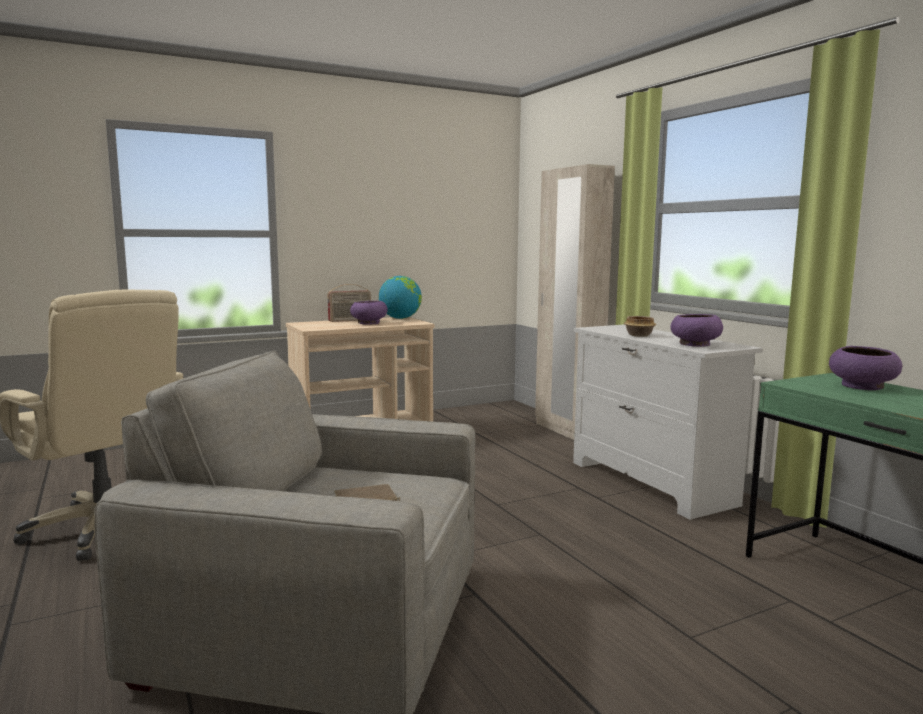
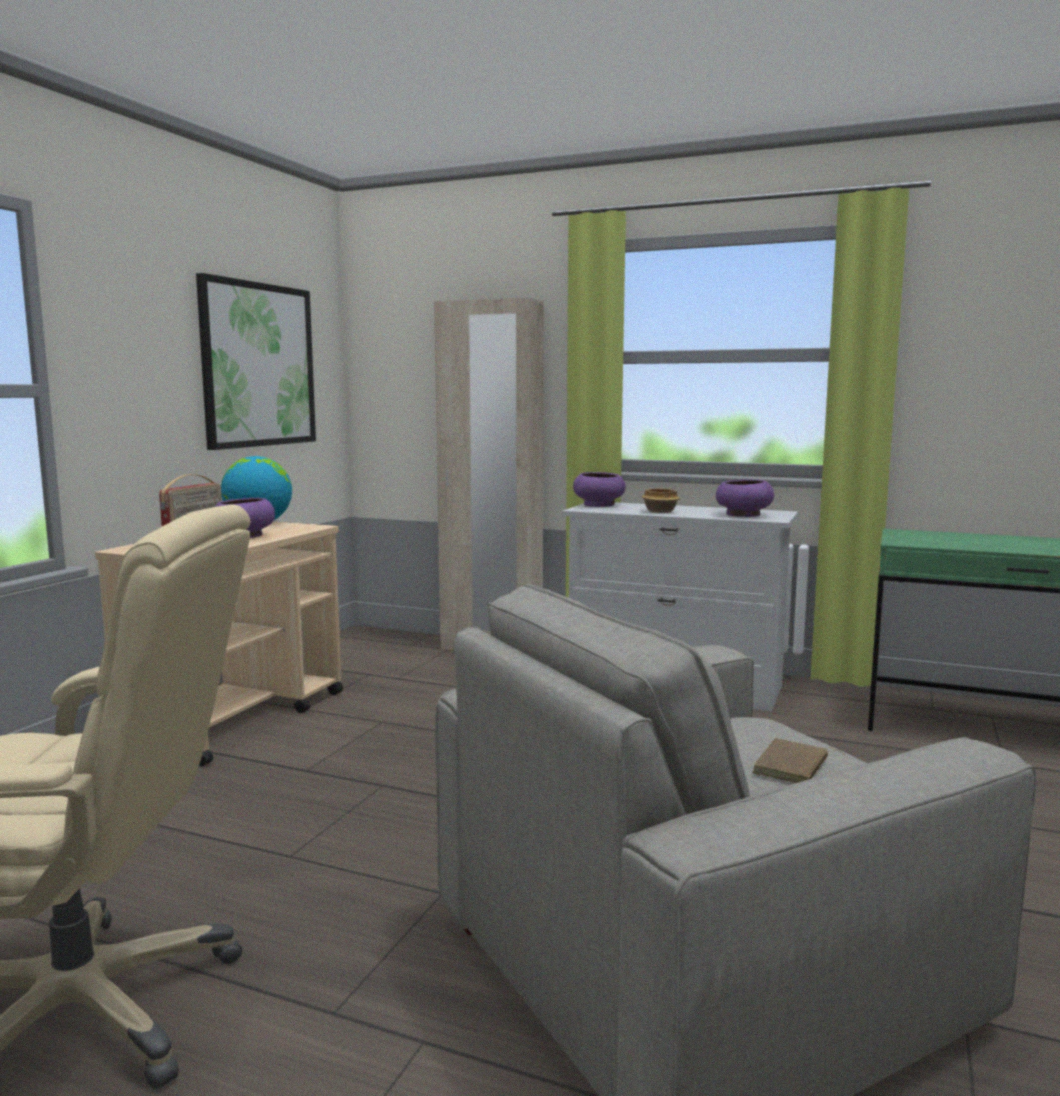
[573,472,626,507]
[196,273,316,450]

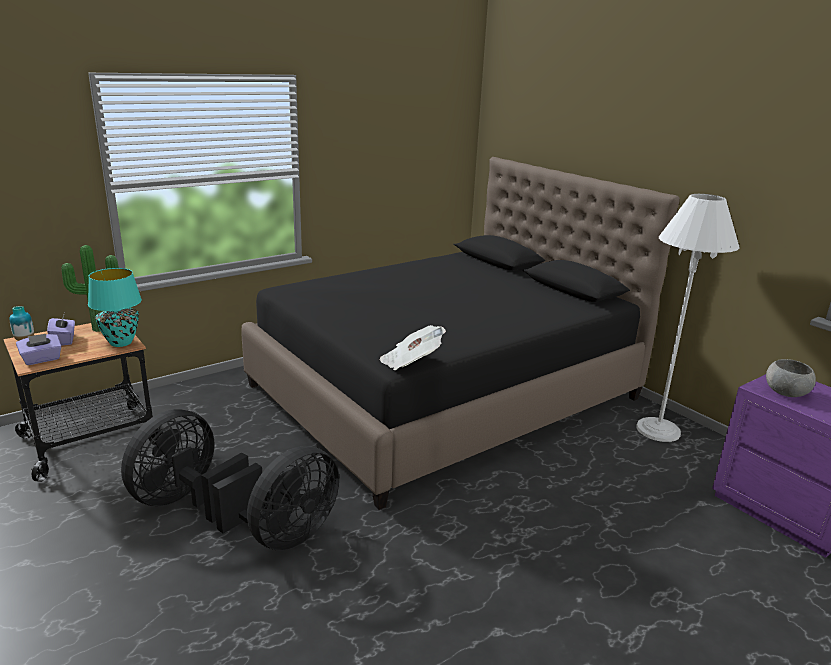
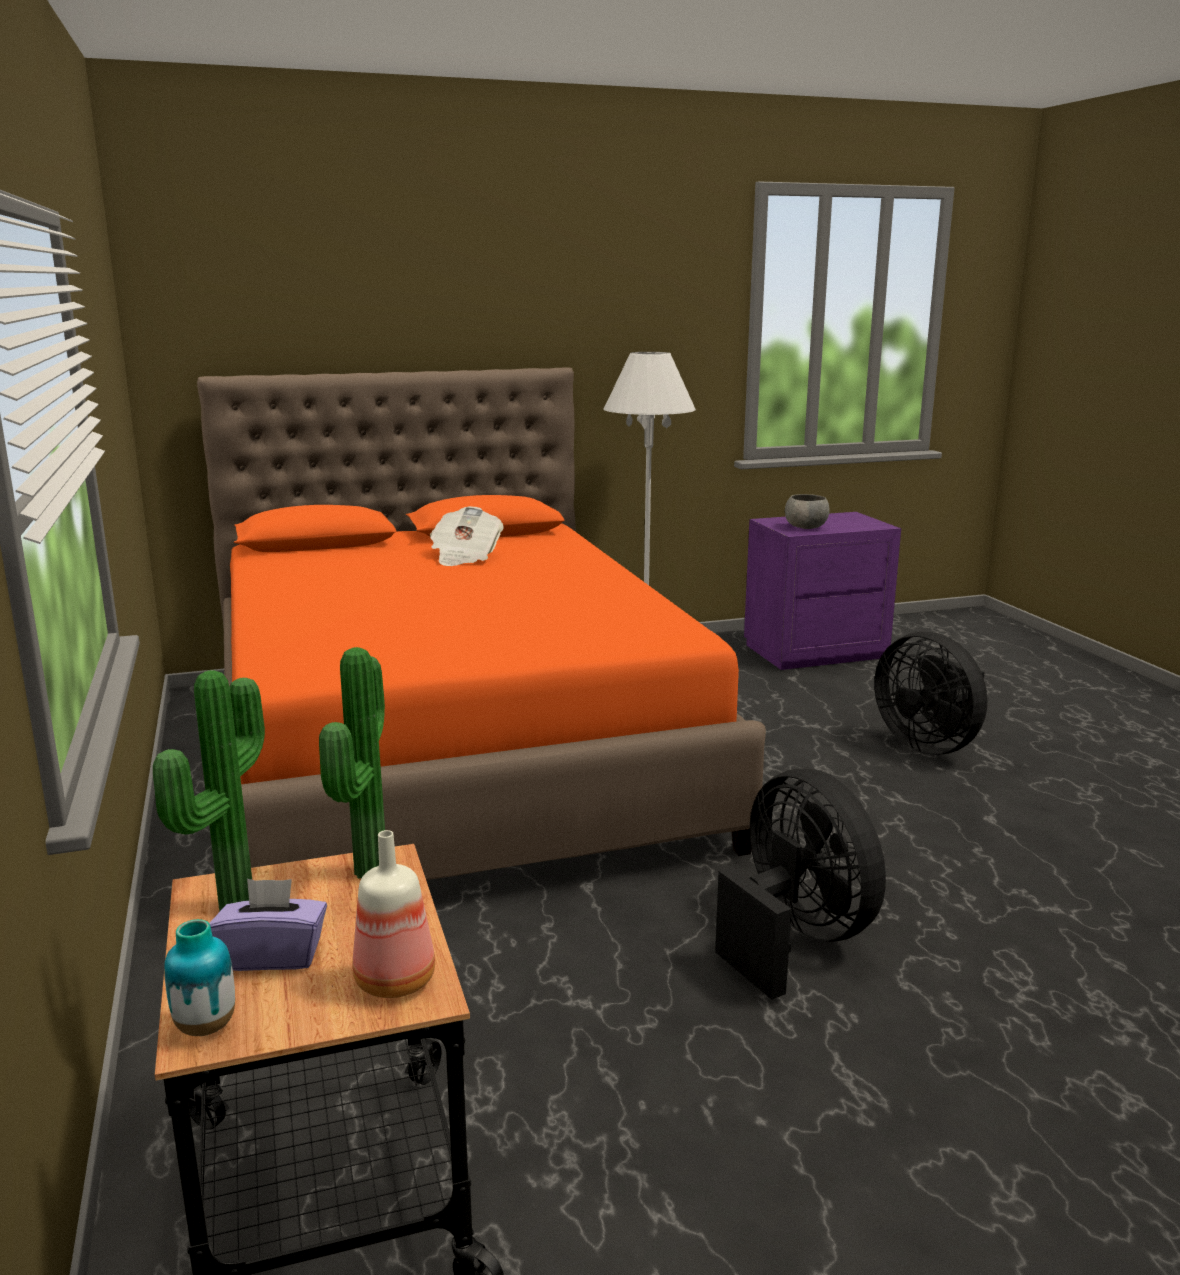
[197,367,766,880]
[319,647,385,879]
[430,506,504,566]
[353,830,435,998]
[874,632,987,755]

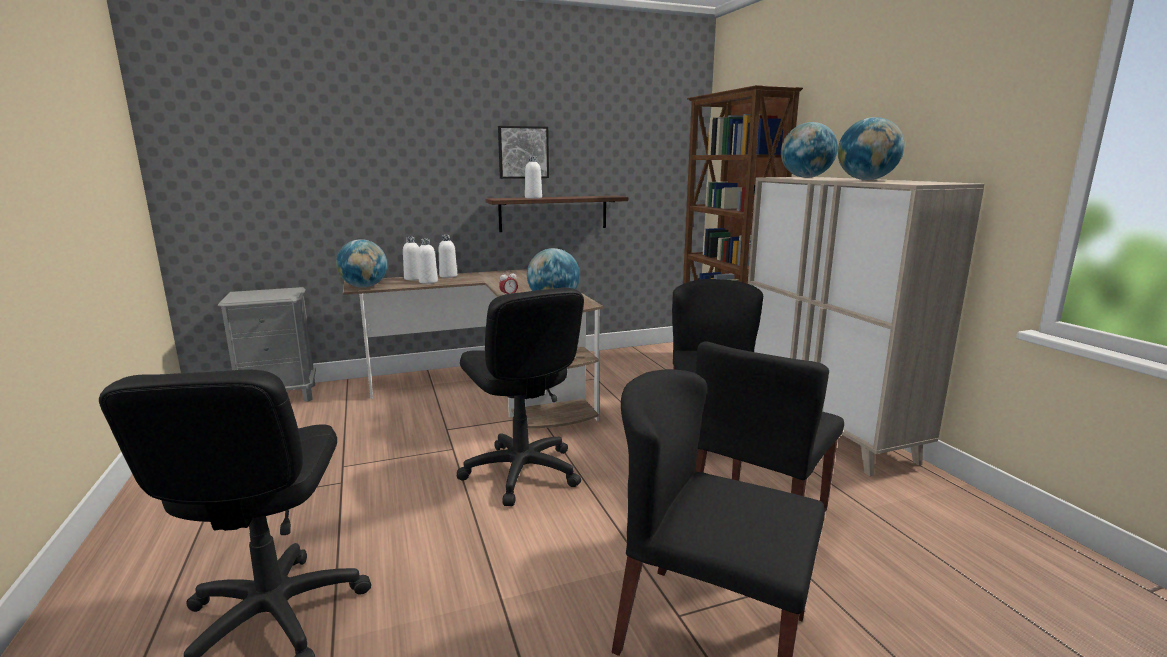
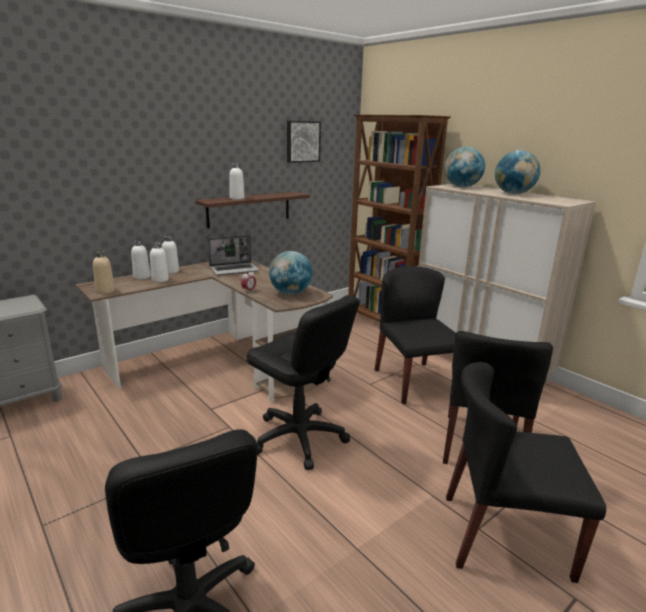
[287,121,321,163]
[93,251,115,294]
[208,235,260,275]

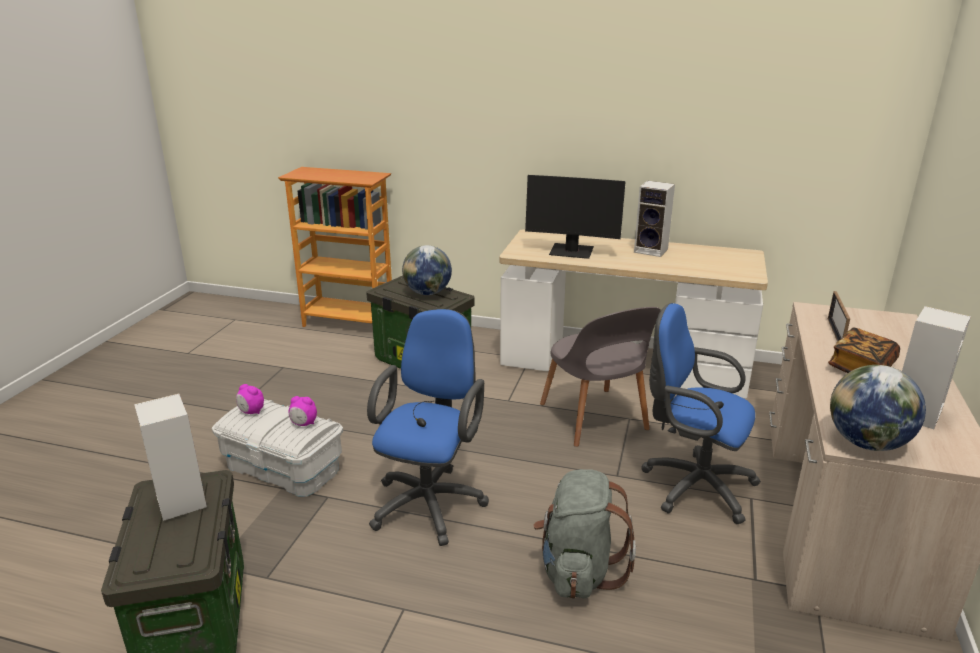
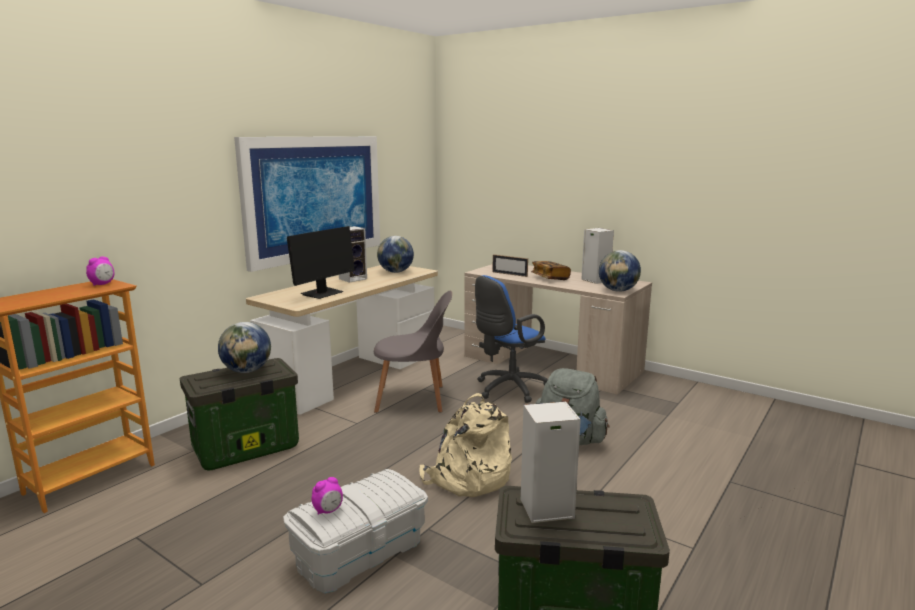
[419,393,512,497]
[86,257,114,286]
[234,136,380,272]
[377,236,414,273]

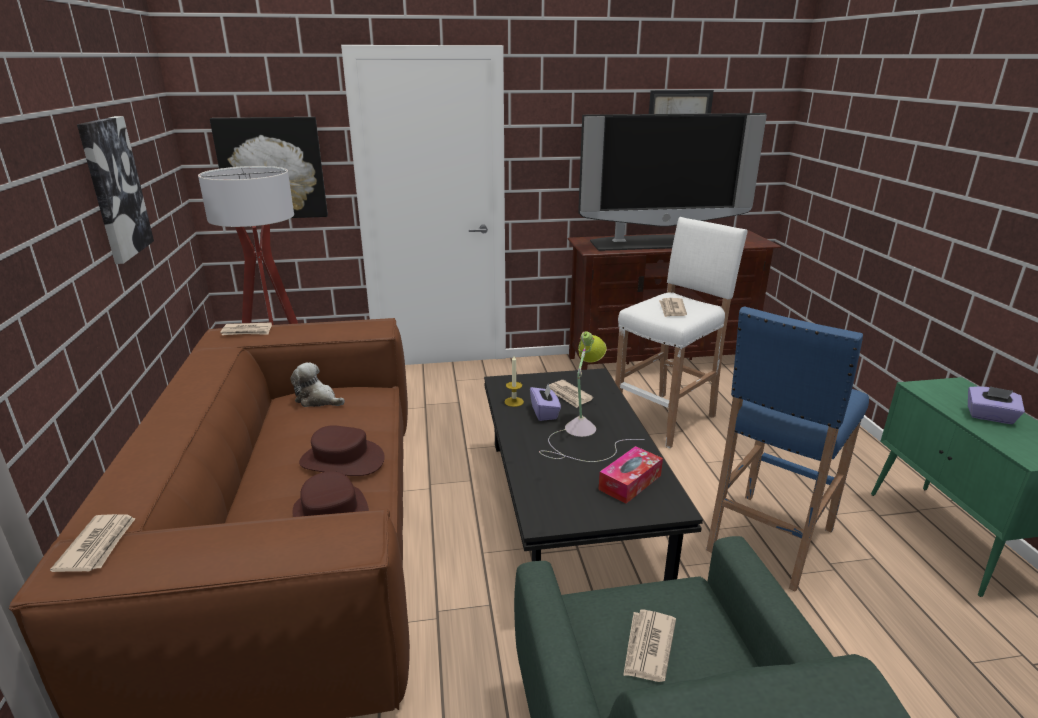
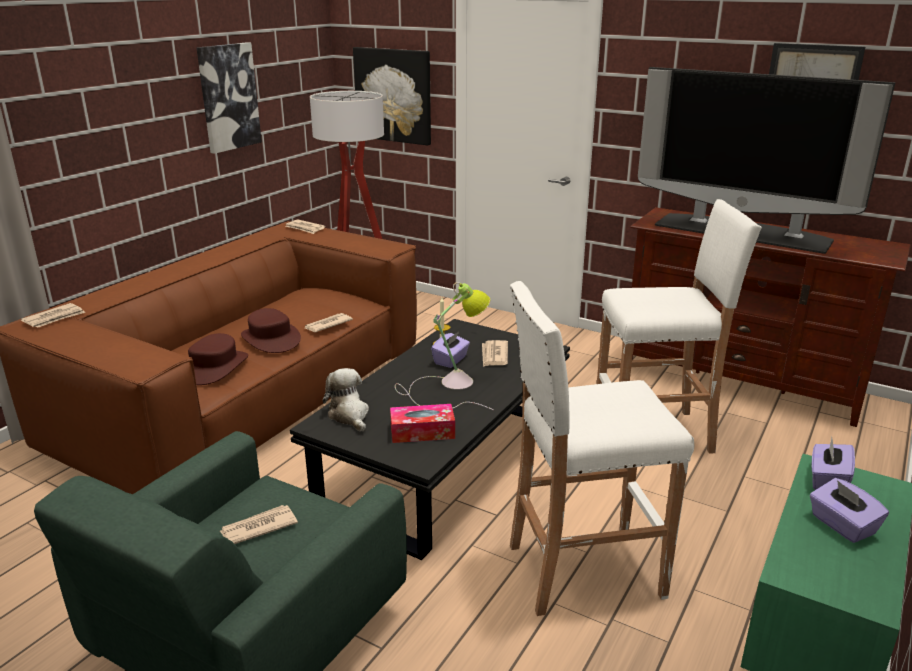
[305,313,353,332]
[510,281,694,616]
[323,368,369,432]
[812,437,855,490]

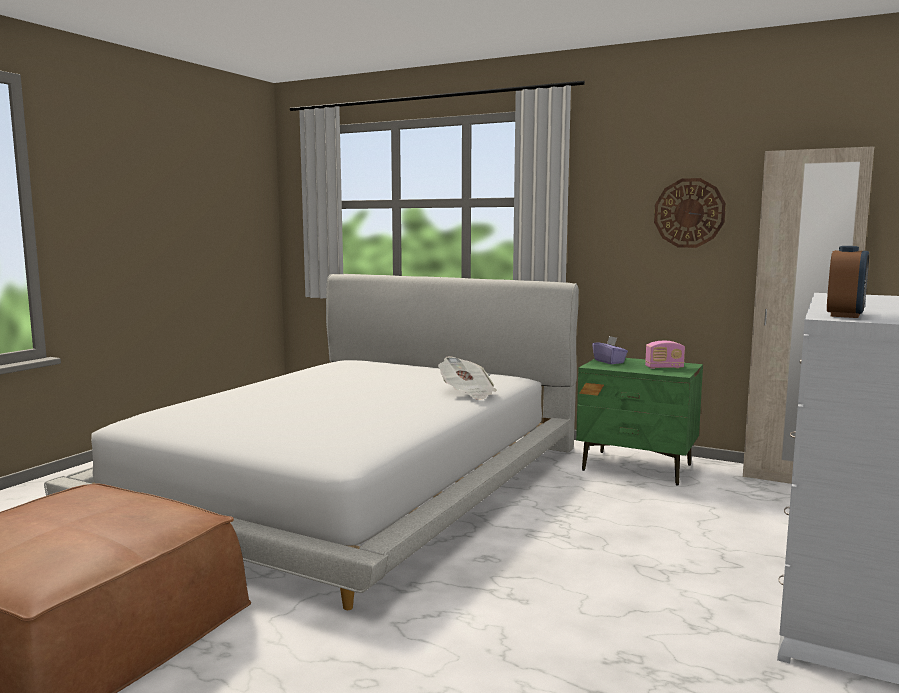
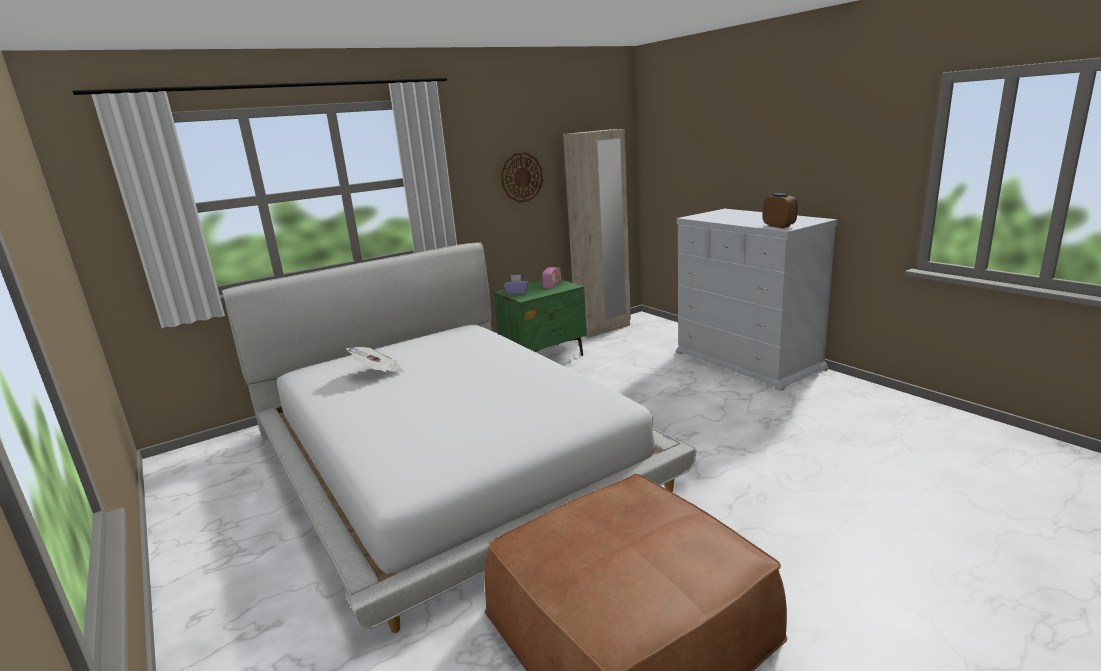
[346,347,404,373]

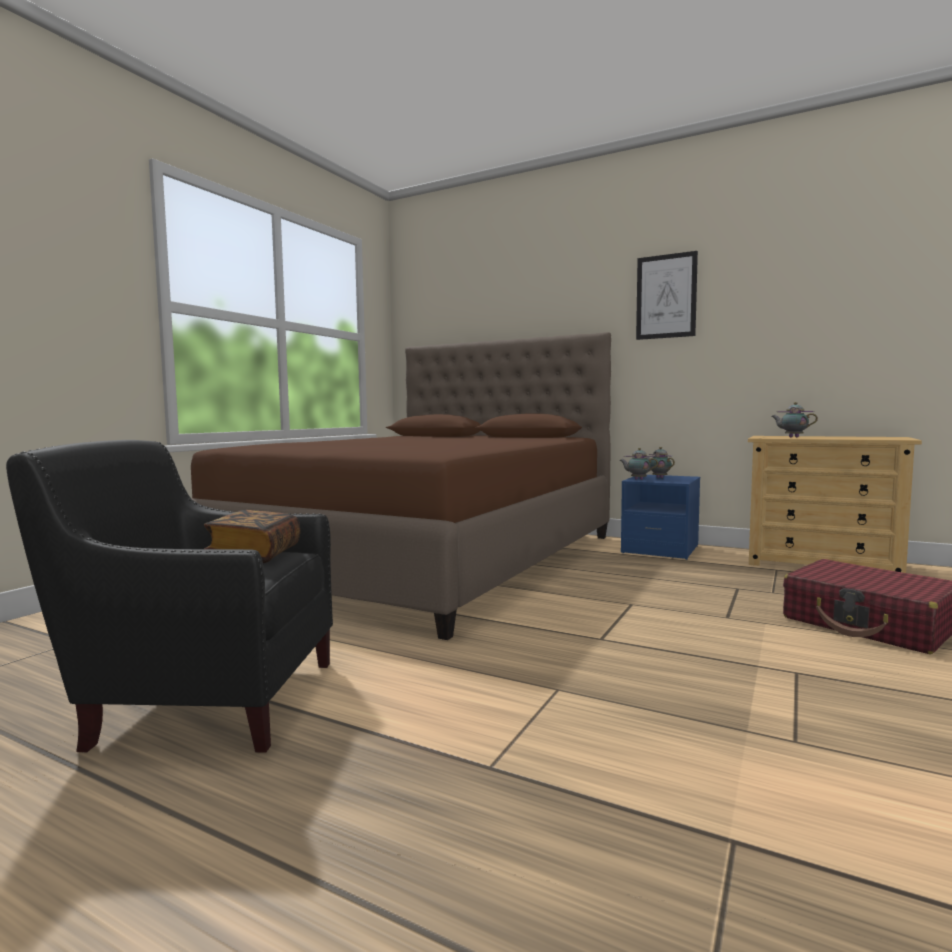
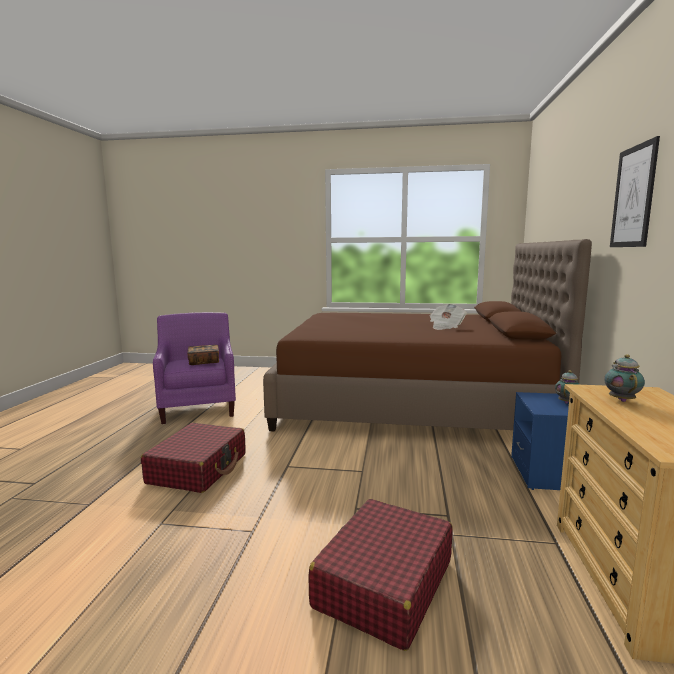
[153,312,236,424]
[619,448,658,480] (first image)
[429,304,467,330]
[141,423,246,493]

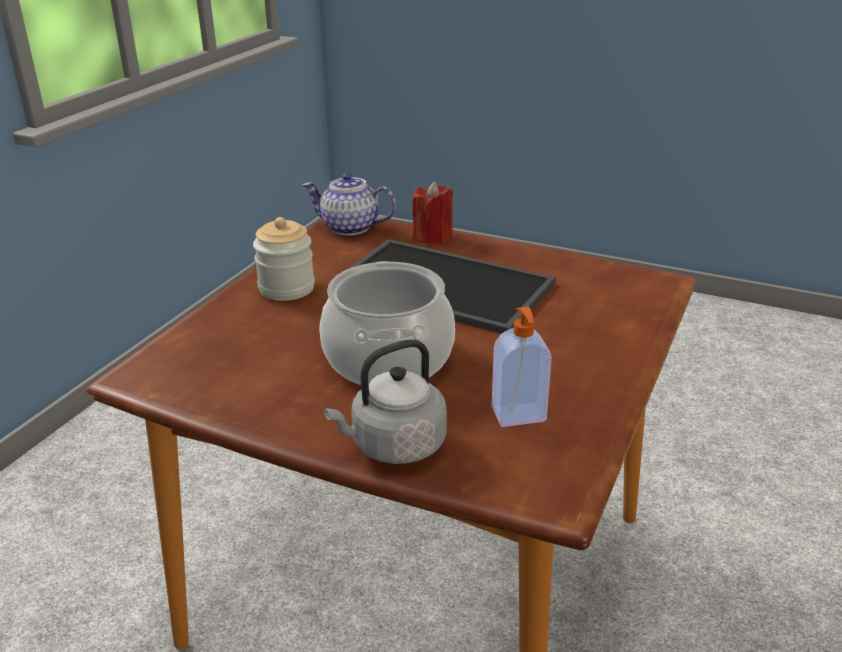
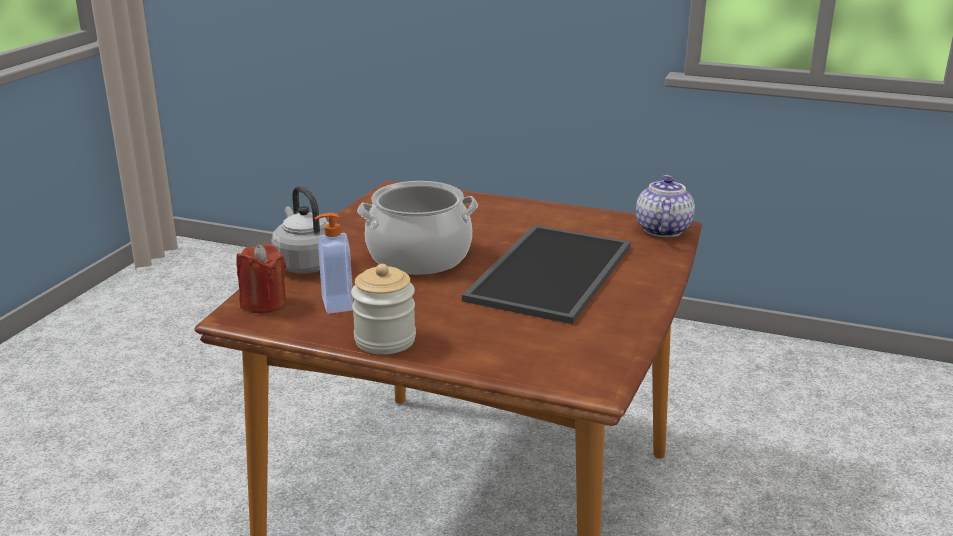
[236,244,286,313]
[351,264,416,355]

